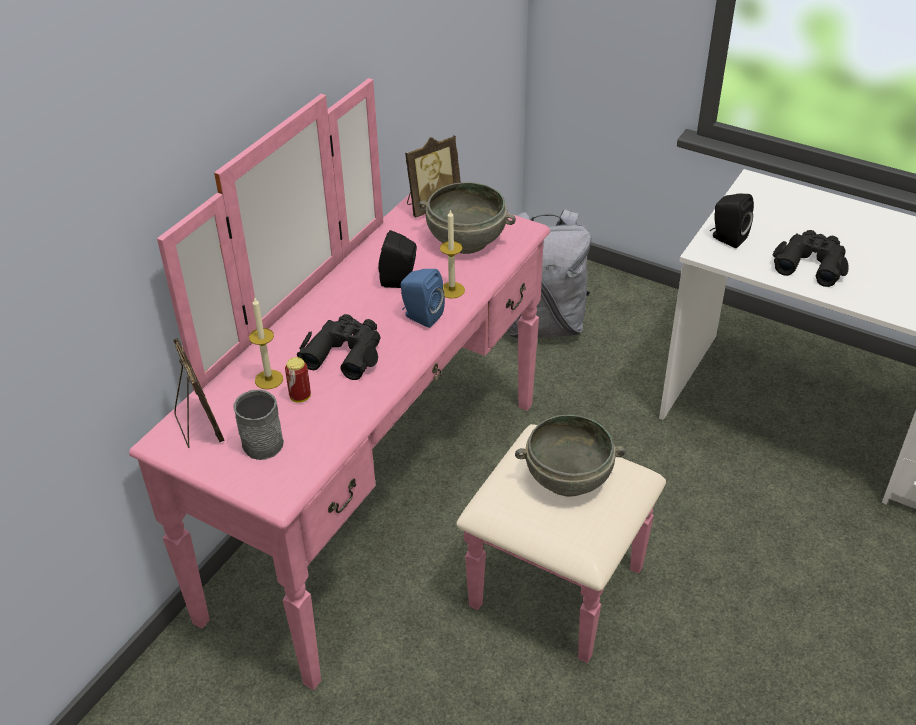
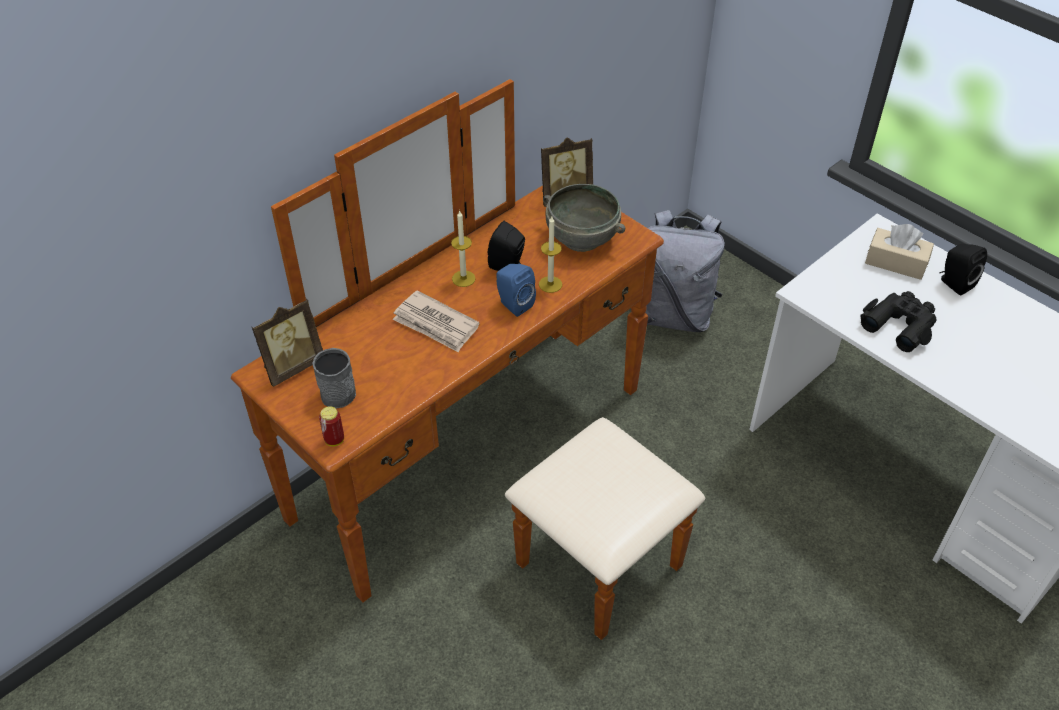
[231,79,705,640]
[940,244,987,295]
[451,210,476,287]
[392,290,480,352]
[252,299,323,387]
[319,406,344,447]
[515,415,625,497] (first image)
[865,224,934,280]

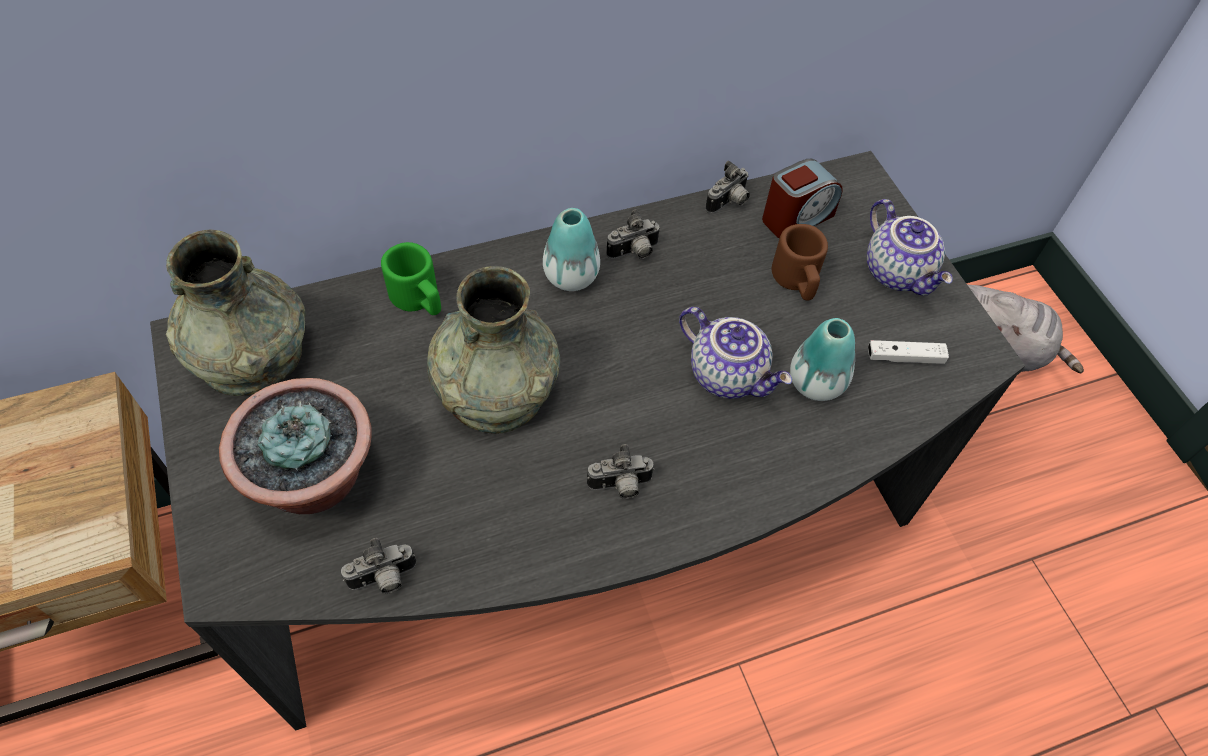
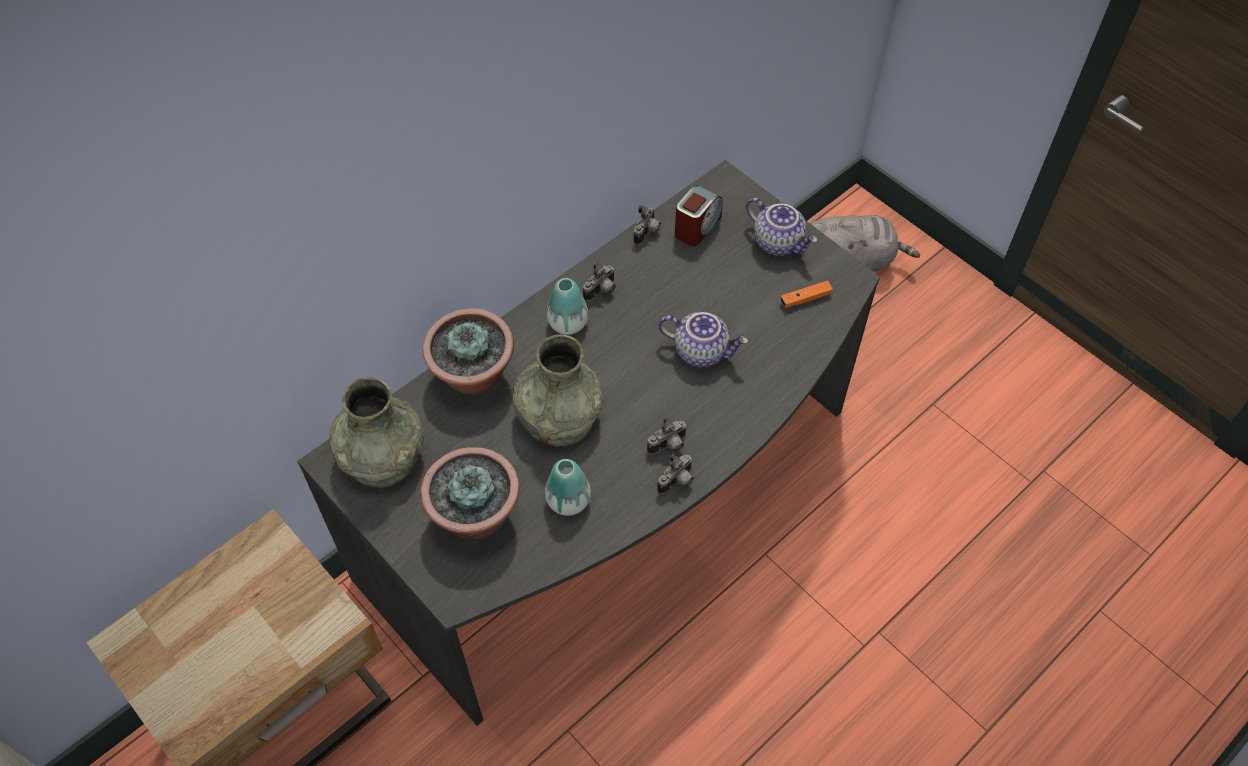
[772,224,828,300] (first image)
[423,308,514,394]
[545,459,591,516]
[780,281,833,308]
[657,454,694,494]

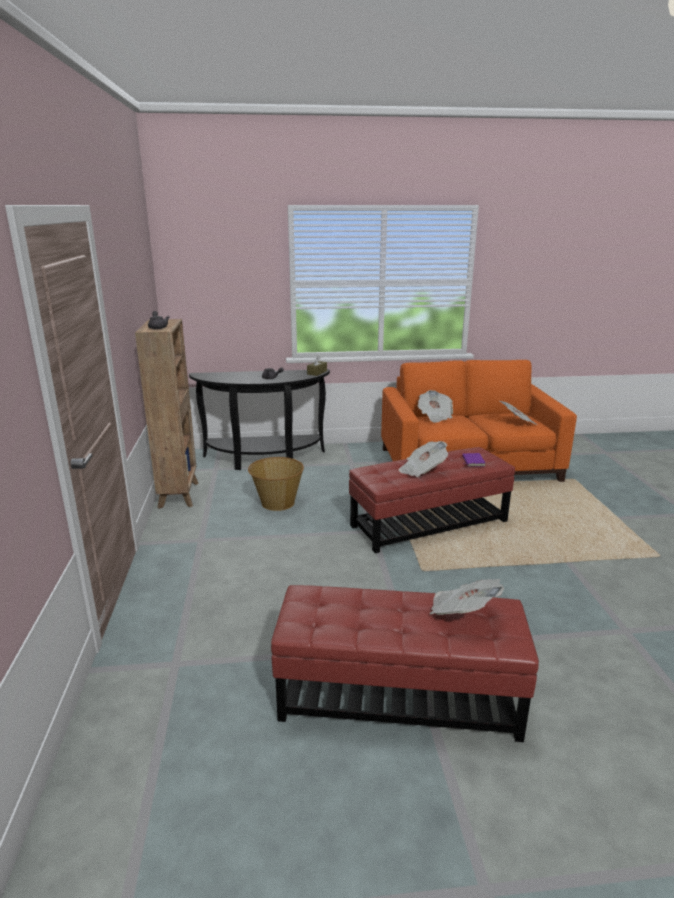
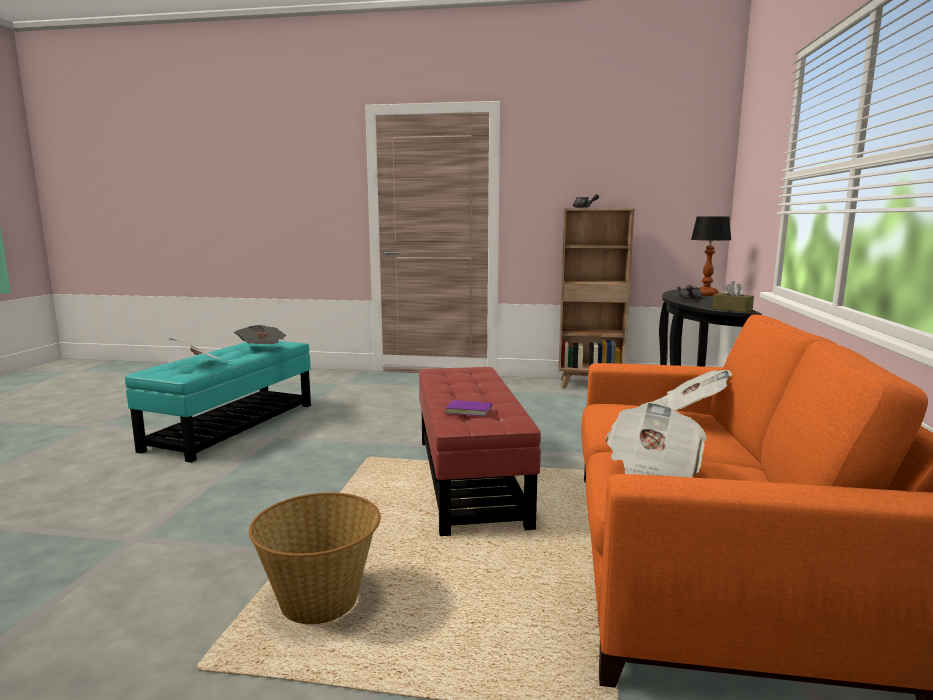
[234,325,286,344]
[249,492,381,624]
[125,341,311,463]
[691,216,731,296]

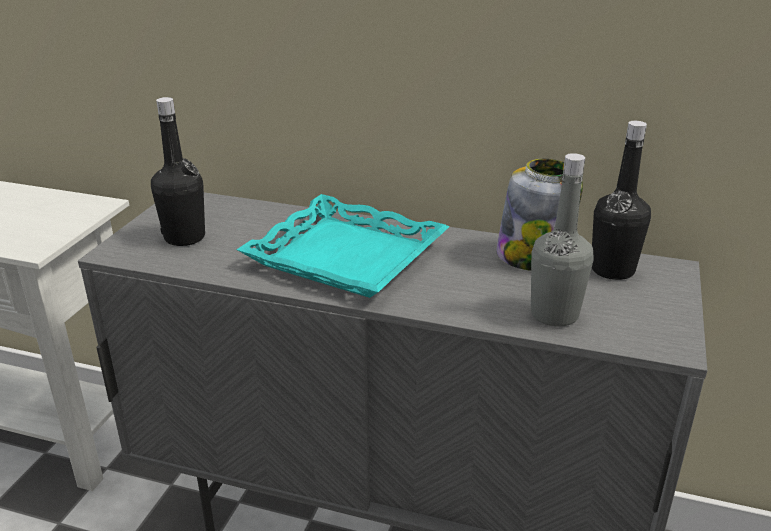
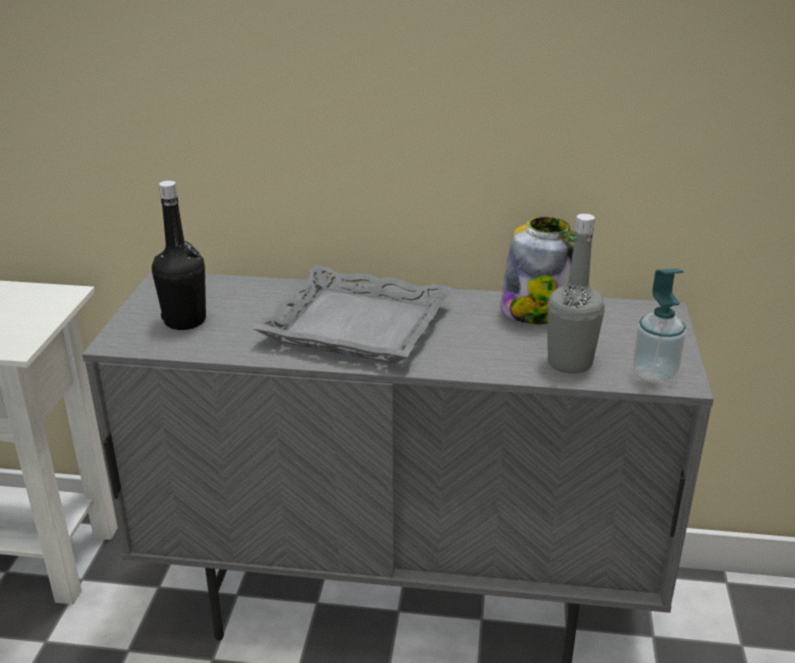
[592,121,651,280] (first image)
[252,266,453,364]
[632,269,686,383]

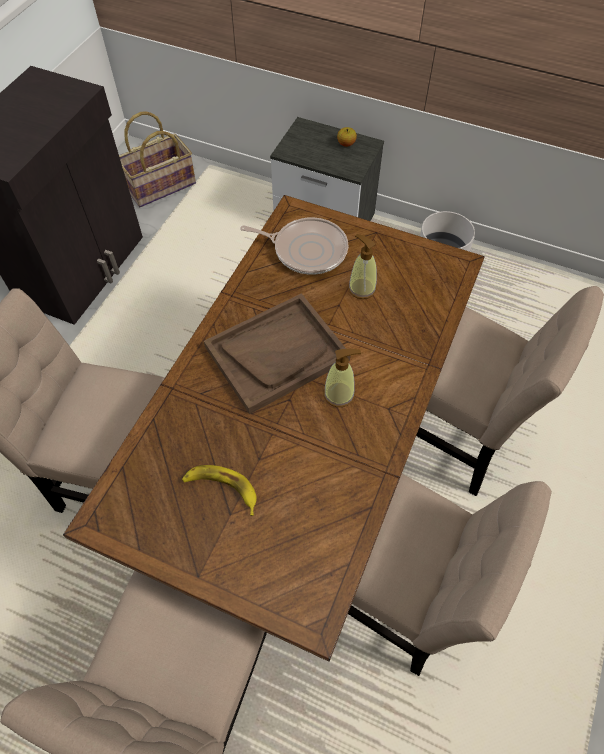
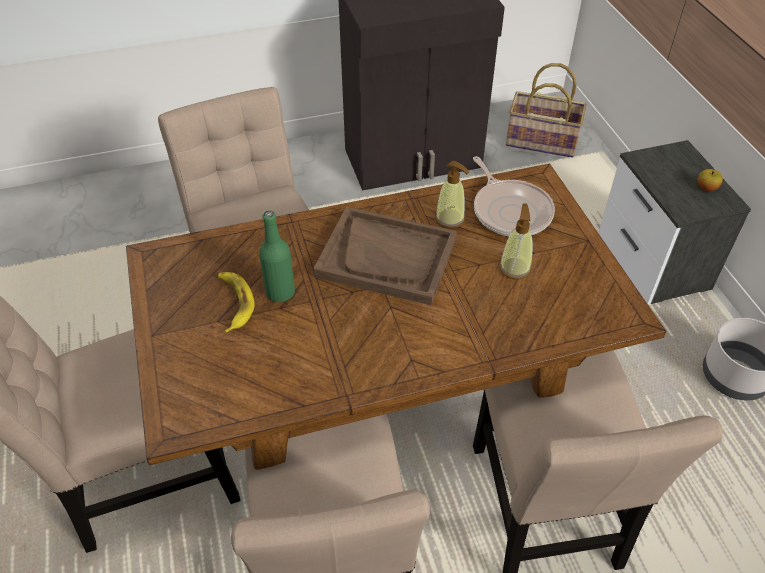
[435,161,469,229]
[259,210,295,302]

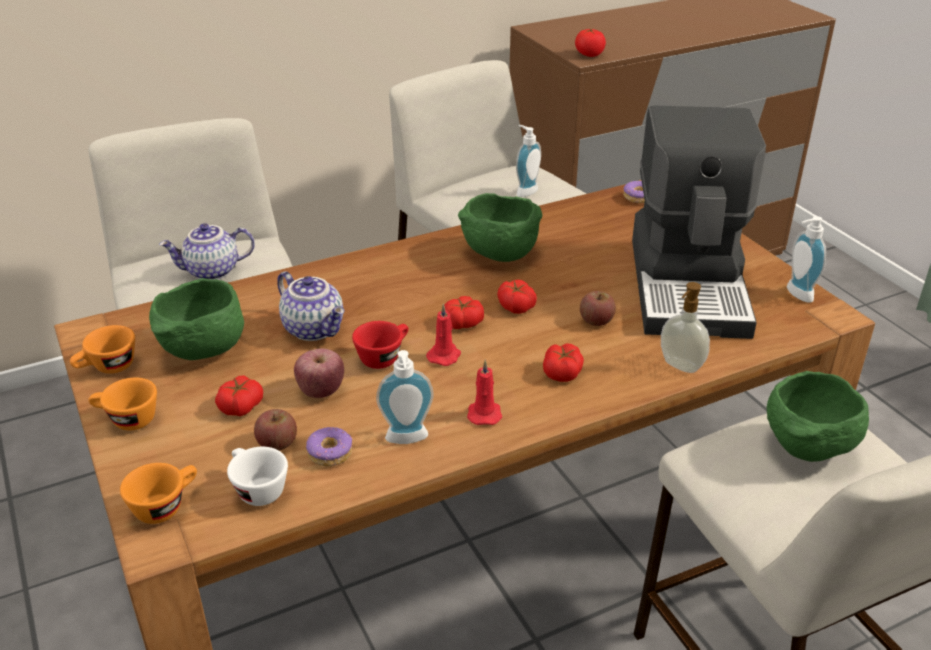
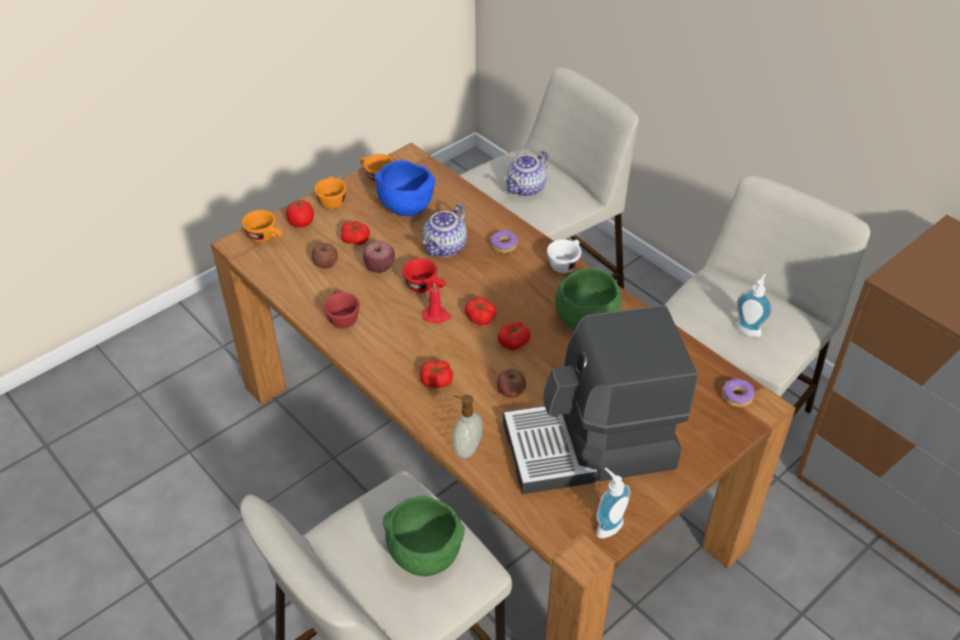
[286,200,314,228]
[503,151,549,197]
[374,160,435,216]
[323,290,360,329]
[467,360,502,425] (first image)
[491,230,518,253]
[547,239,581,273]

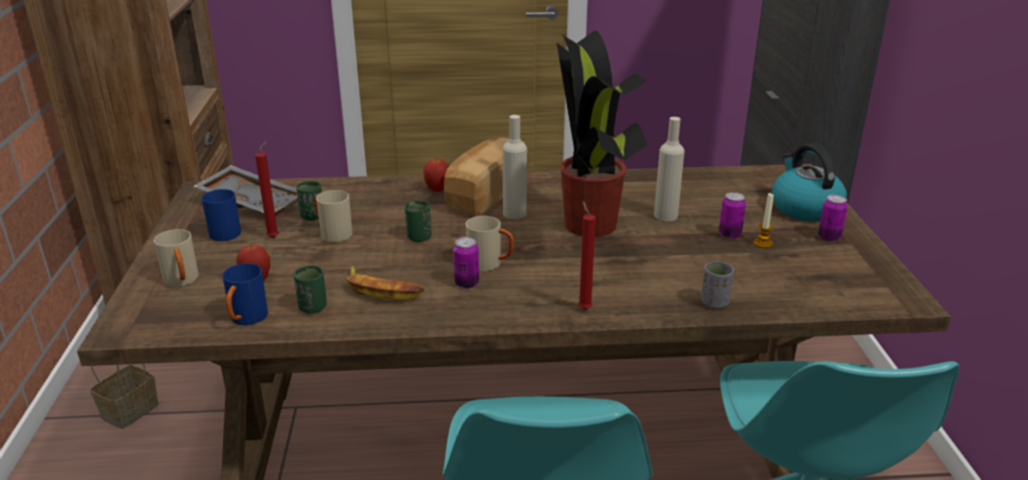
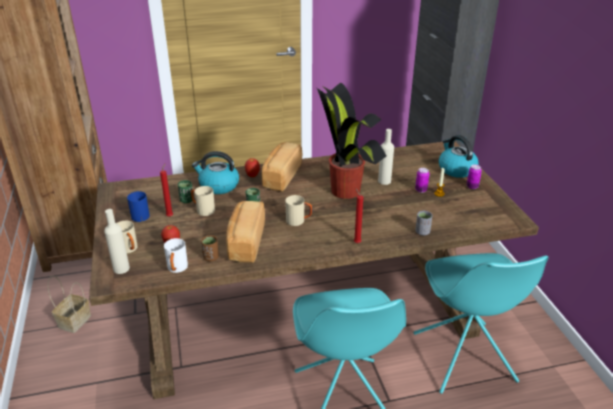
[104,209,130,274]
[193,165,298,215] (first image)
[453,237,479,288] (first image)
[164,238,188,273]
[201,235,219,262]
[226,201,265,263]
[192,151,239,194]

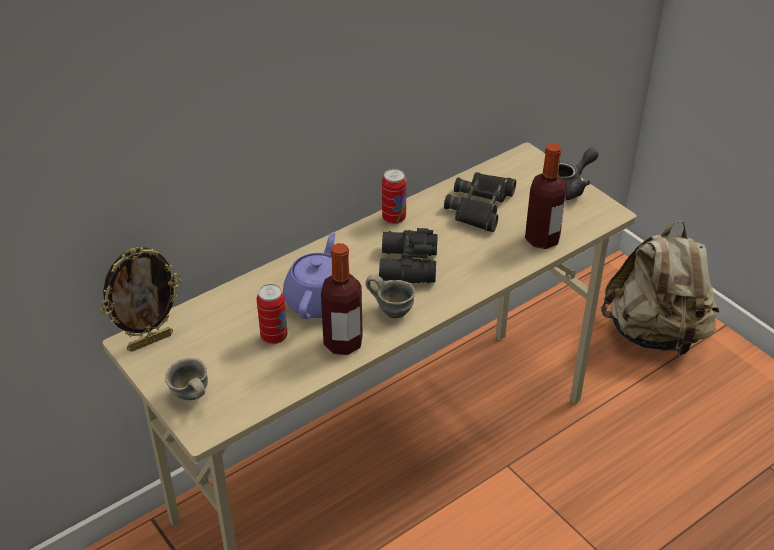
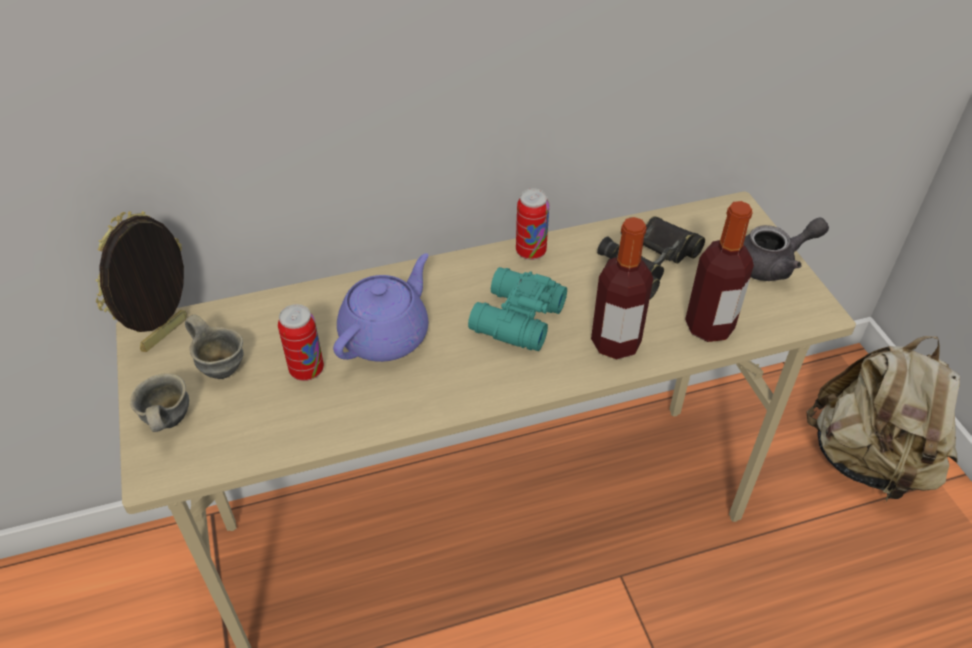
[468,267,567,351]
[591,217,653,359]
[96,211,187,352]
[185,315,244,379]

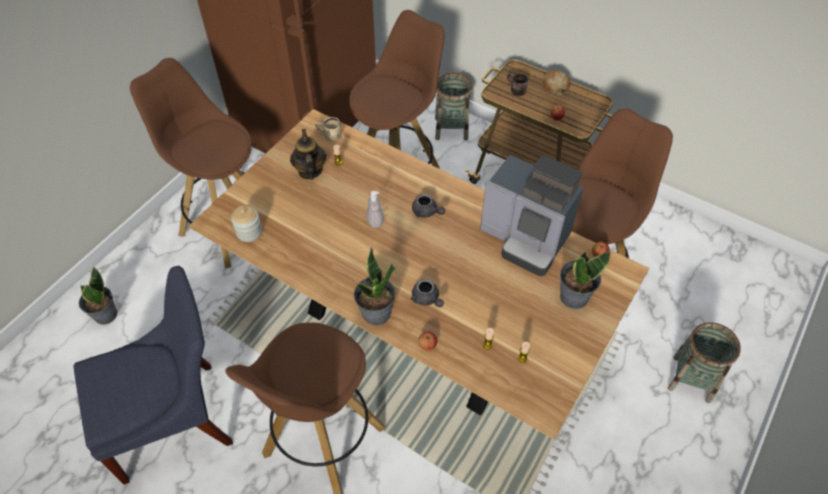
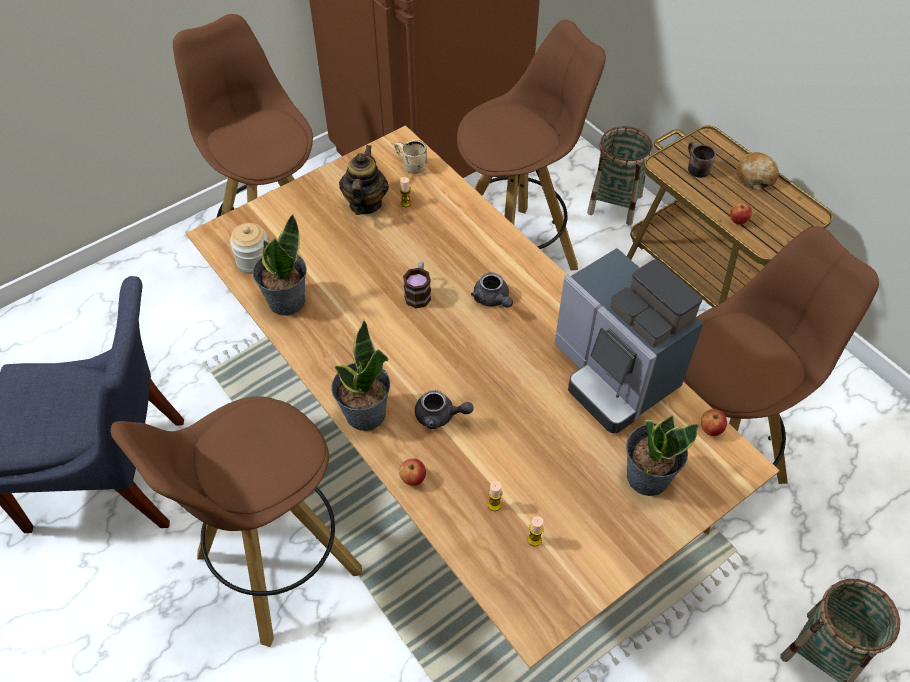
[403,262,431,308]
[253,214,307,316]
[415,390,473,429]

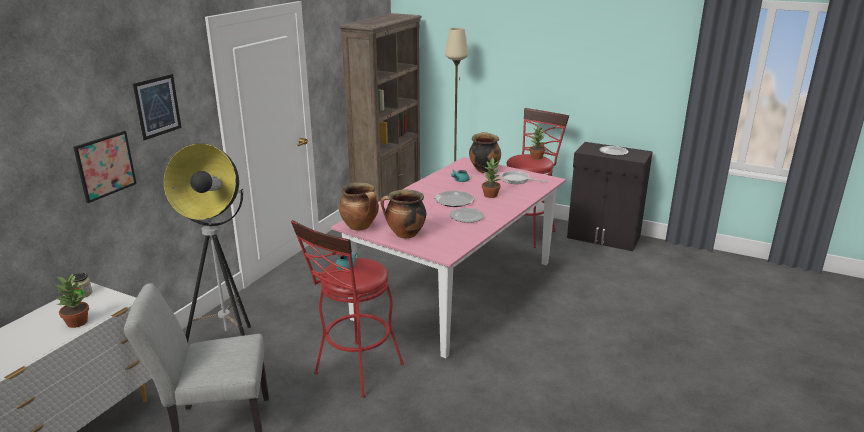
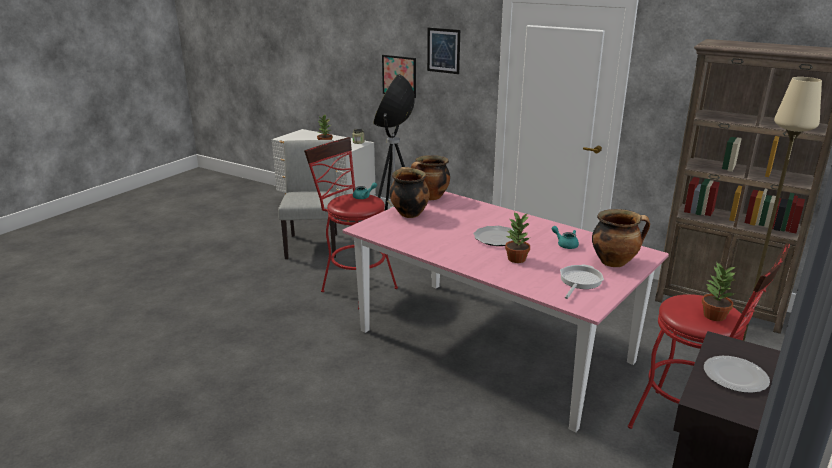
[450,208,484,223] (first image)

